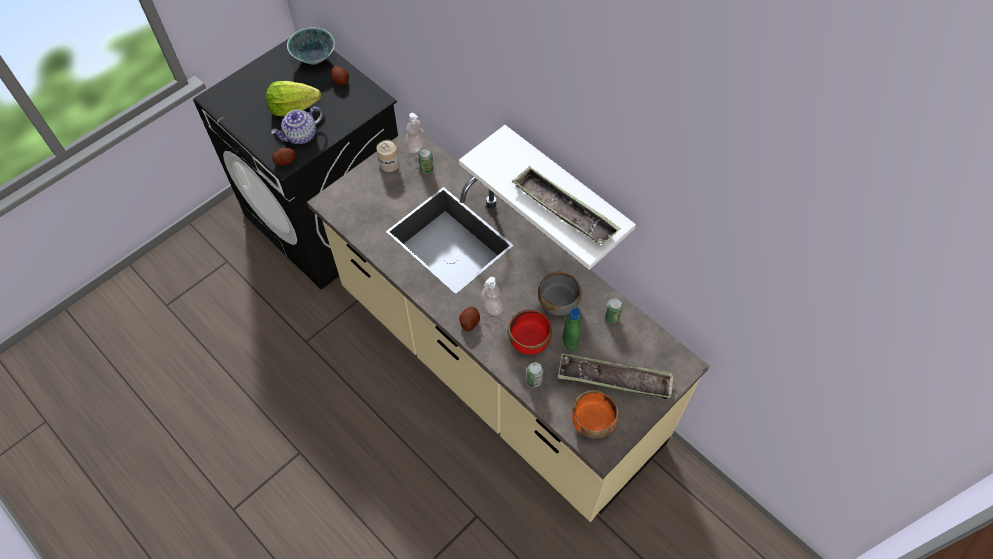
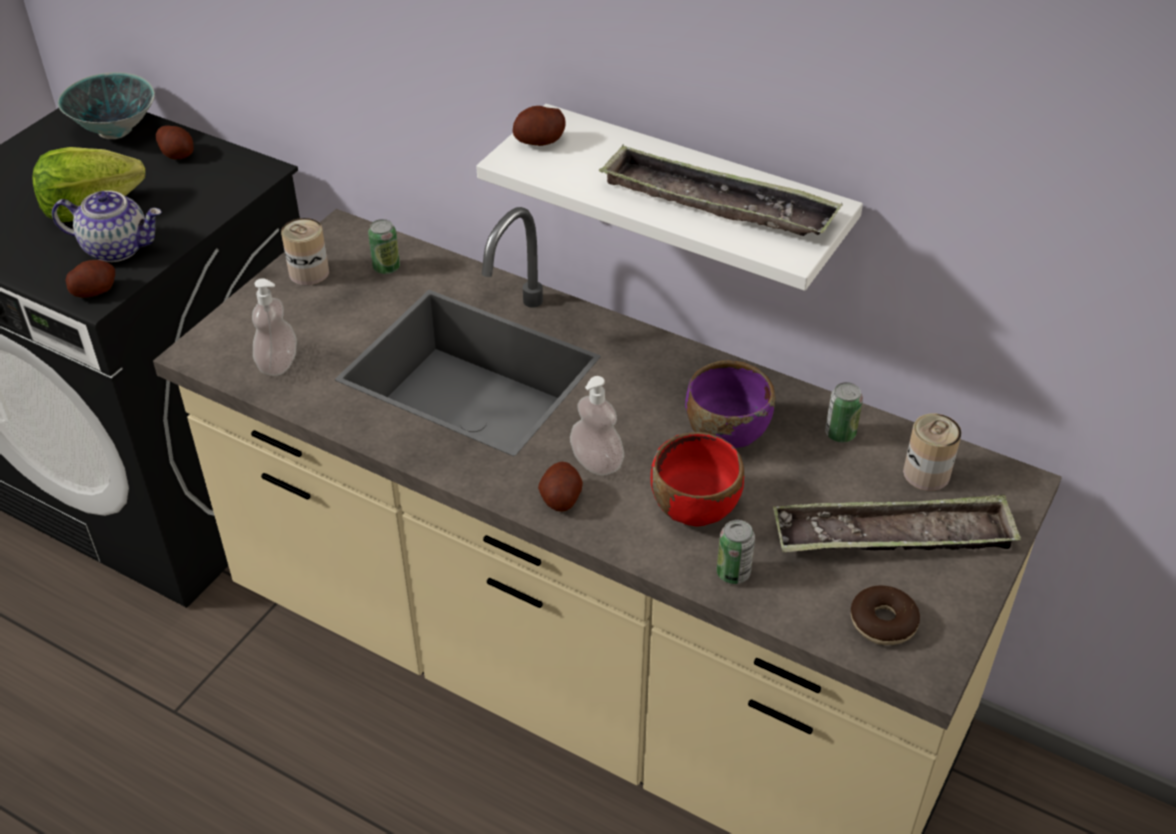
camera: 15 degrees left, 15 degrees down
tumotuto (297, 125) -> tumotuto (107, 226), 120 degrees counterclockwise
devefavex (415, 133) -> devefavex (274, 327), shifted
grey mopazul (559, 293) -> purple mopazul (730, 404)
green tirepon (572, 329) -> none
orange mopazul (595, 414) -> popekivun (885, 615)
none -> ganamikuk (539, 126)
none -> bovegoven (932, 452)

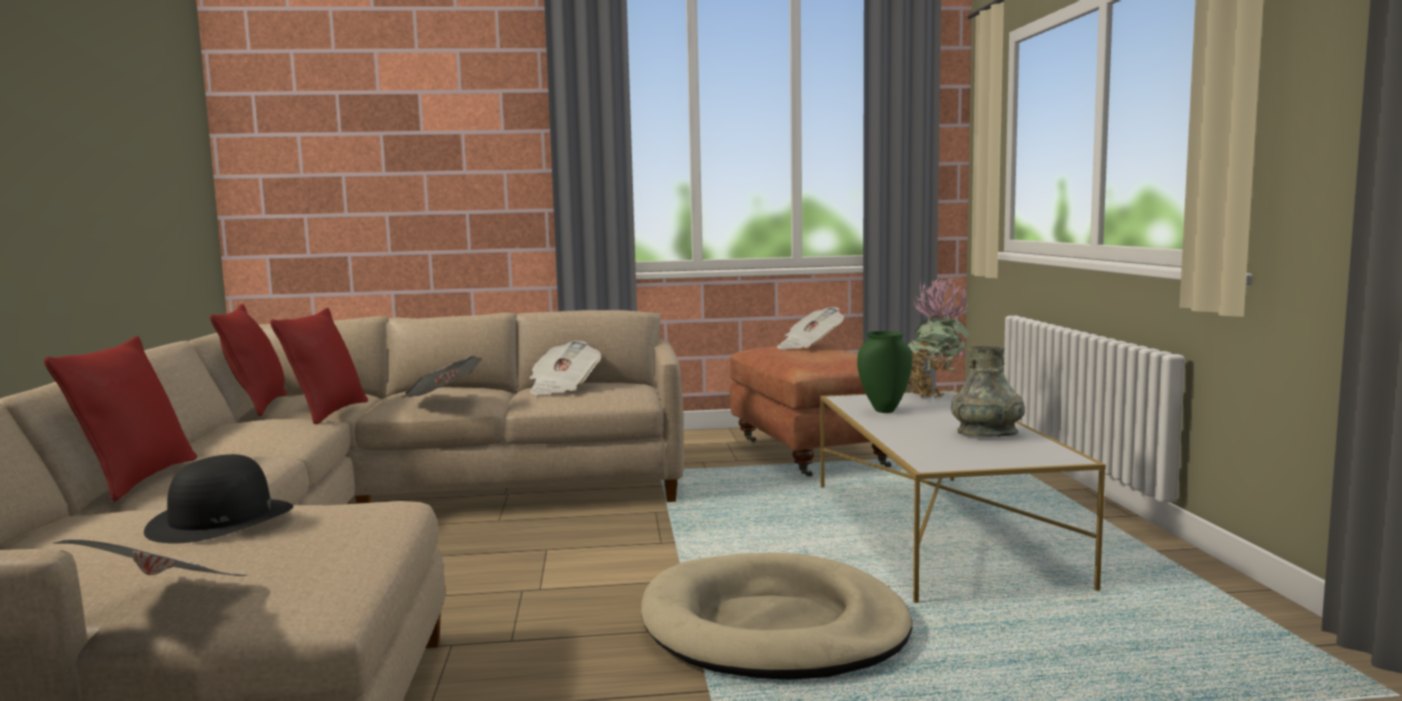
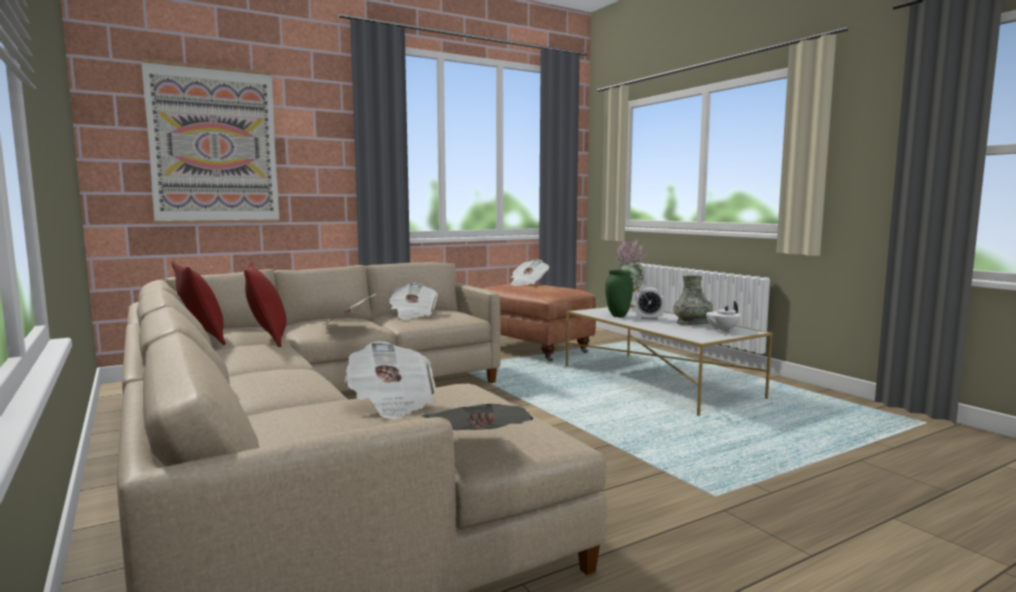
camera: 25 degrees left, 0 degrees up
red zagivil (120, 419) -> none
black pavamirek (218, 498) -> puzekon (390, 380)
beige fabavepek (776, 616) -> none
none -> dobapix (210, 141)
none -> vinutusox (649, 304)
none -> white tumotuto (723, 316)

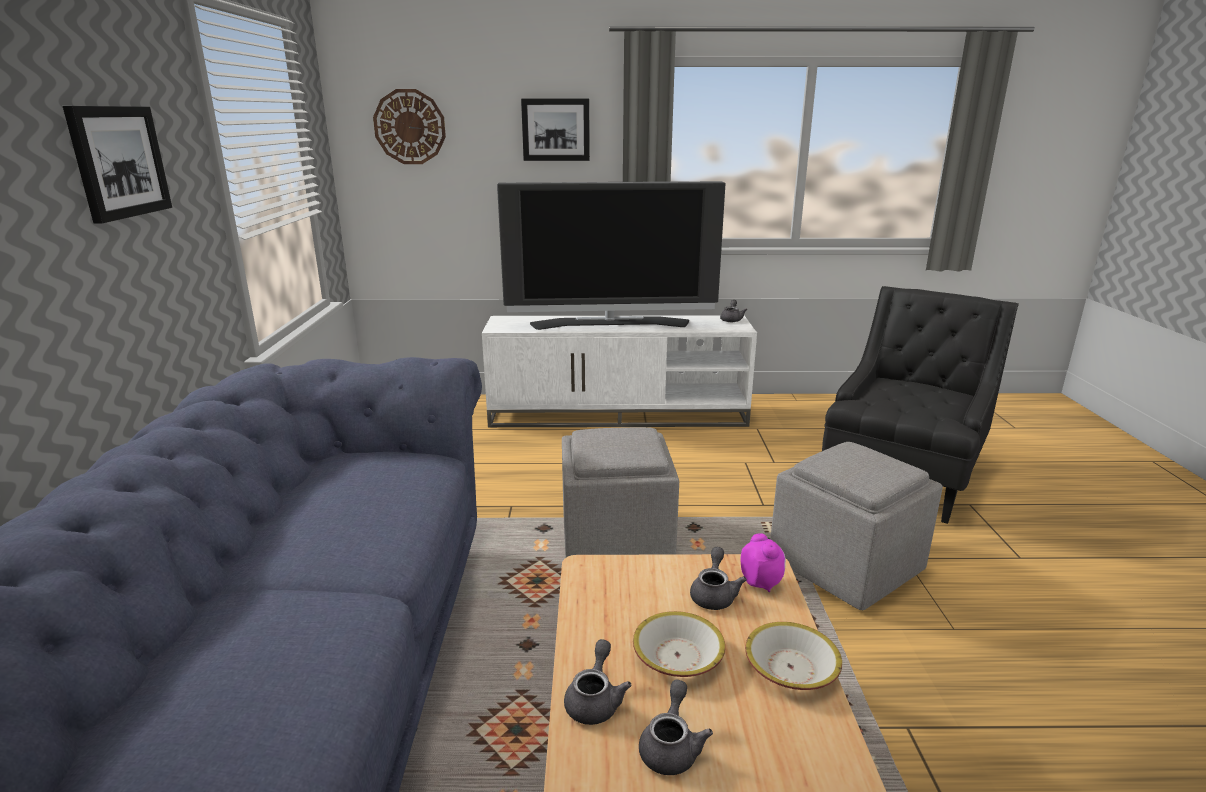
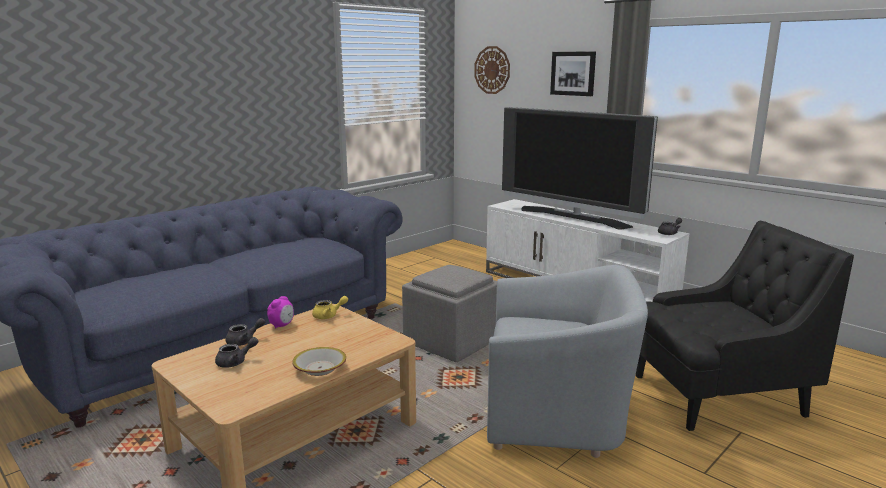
camera: 45 degrees right, 5 degrees down
dobapix (117, 164) -> none
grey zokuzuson (856, 526) -> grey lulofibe (567, 361)
vinutusox (763, 562) -> vinutusox (280, 312), shifted
grey tumotuto (718, 578) -> none
mopazul (679, 644) -> none
none -> yellow tumotuto (330, 307)

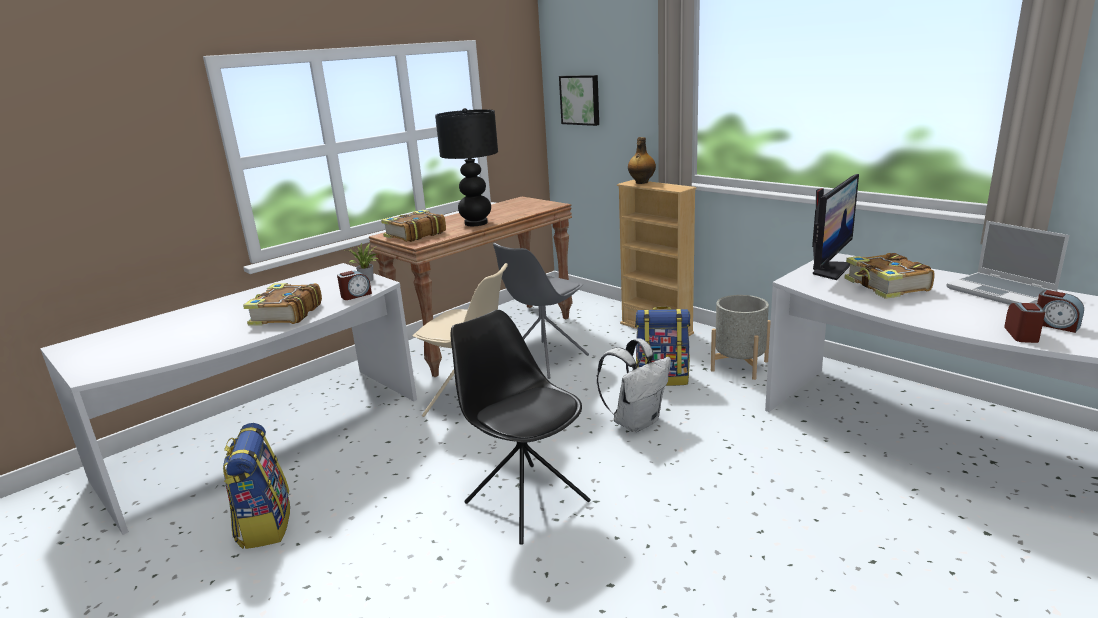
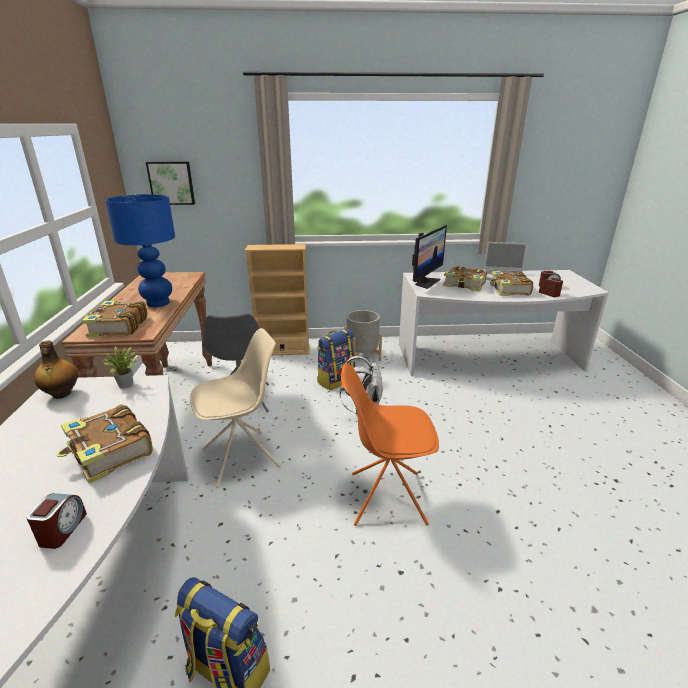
camera: 50 degrees left, 5 degrees up
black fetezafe (466, 167) -> blue fetezafe (140, 250)
tirepon (642, 160) -> tirepon (56, 370), shifted
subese (835, 227) -> subese (429, 257), 45 degrees clockwise
vinutusox (354, 285) -> vinutusox (57, 521), shifted
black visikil (521, 427) -> orange visikil (390, 444)
none -> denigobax (511, 283)

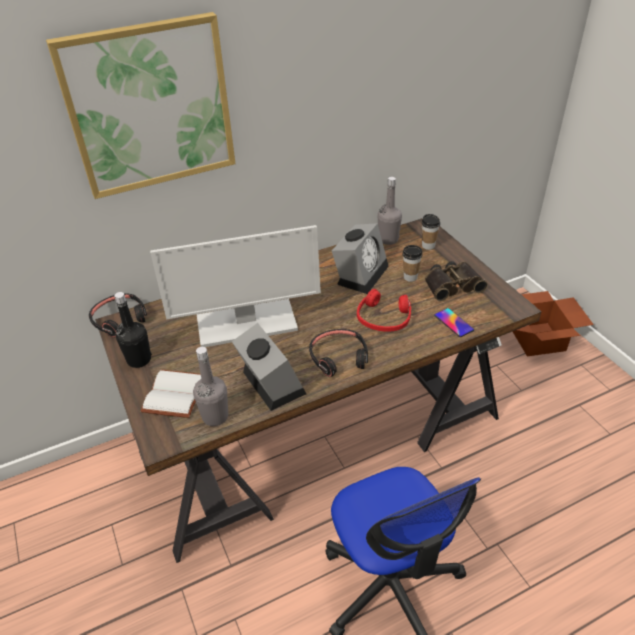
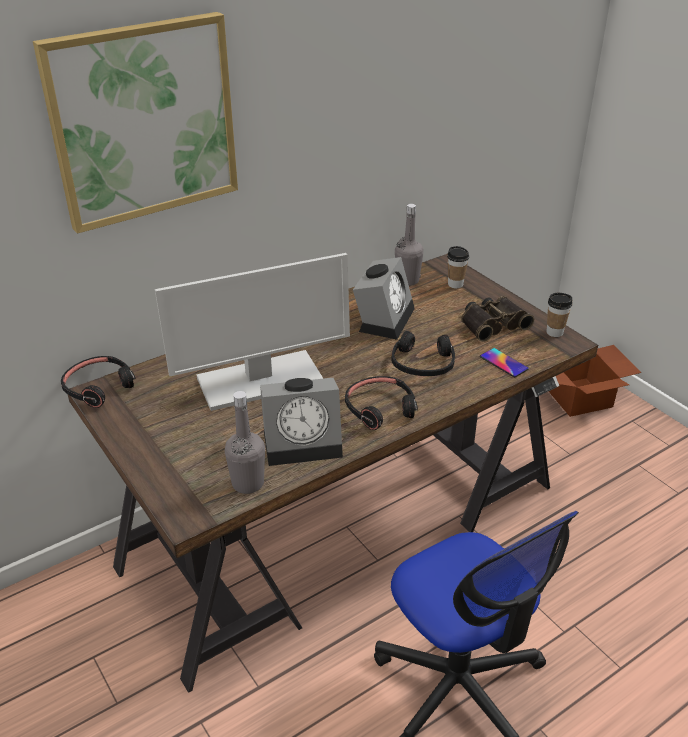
camera: 10 degrees left, 5 degrees down
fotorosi (413, 263) -> fotorosi (560, 315), shifted
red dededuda (384, 310) -> black dededuda (423, 353)
black tirepon (133, 330) -> none
vinutusox (269, 367) -> vinutusox (301, 422), 120 degrees clockwise
white denigobax (170, 394) -> none

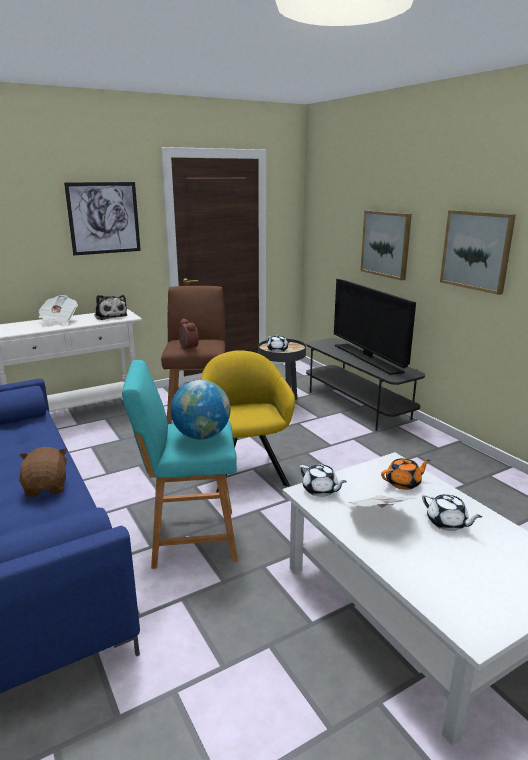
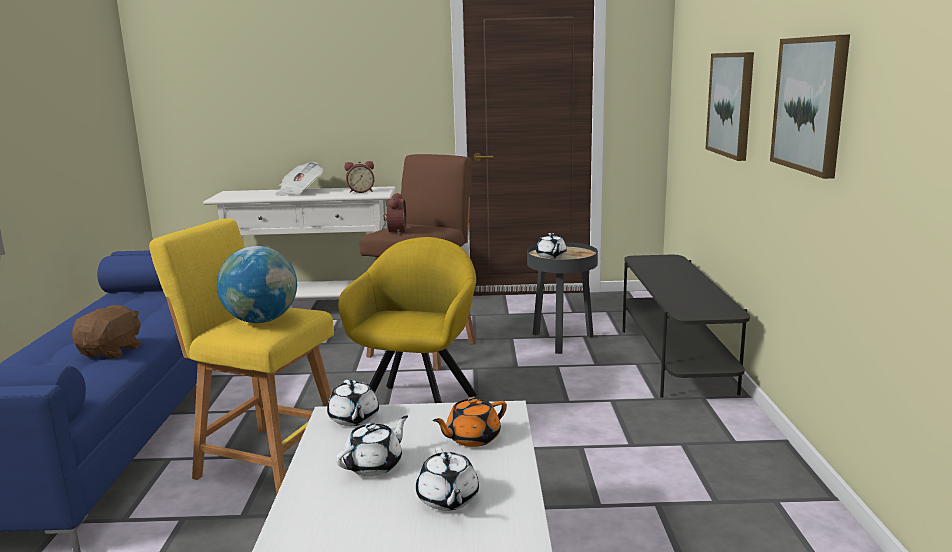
camera: 30 degrees right, 5 degrees down
dobapix (102, 218) -> none
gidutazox (375, 327) -> none
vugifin (110, 307) -> vinutusox (359, 177)
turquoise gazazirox (180, 464) -> yellow gazazirox (241, 356)
orange tumotuto (406, 474) -> orange tumotuto (469, 422), 135 degrees clockwise
puzekon (384, 501) -> white tumotuto (372, 446)

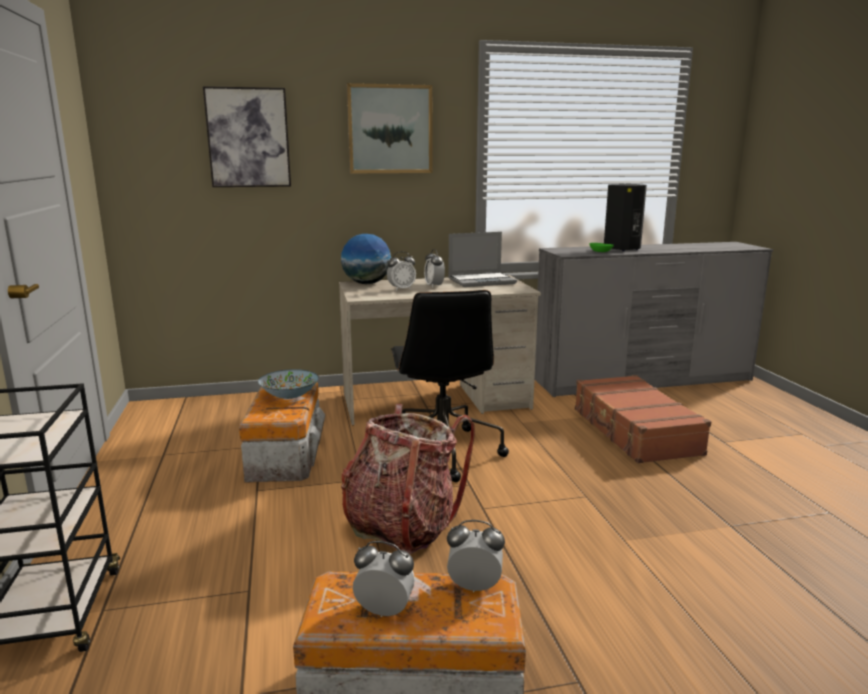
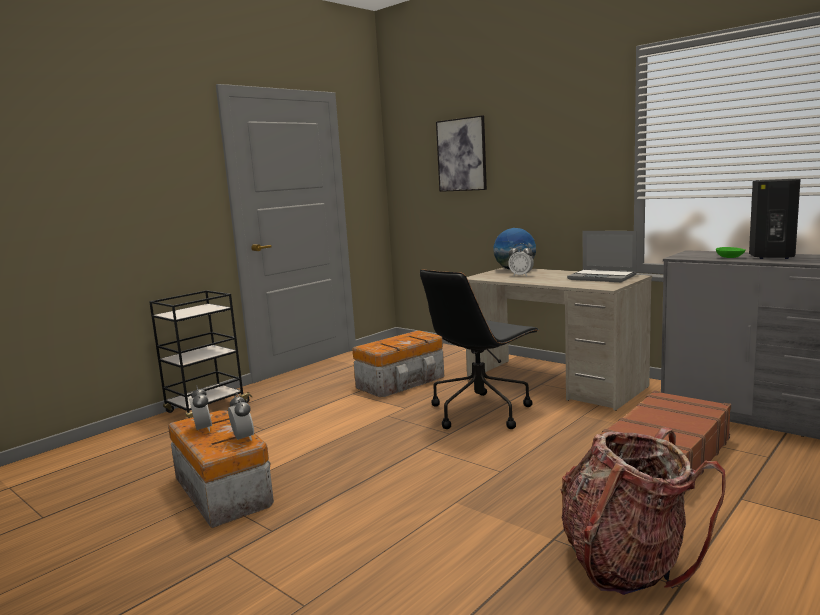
camera: 55 degrees right, 5 degrees down
dobapix (389, 128) -> none
vinutusox (434, 268) -> none
mopazul (288, 384) -> none
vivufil (408, 479) -> vivufil (643, 511), shifted

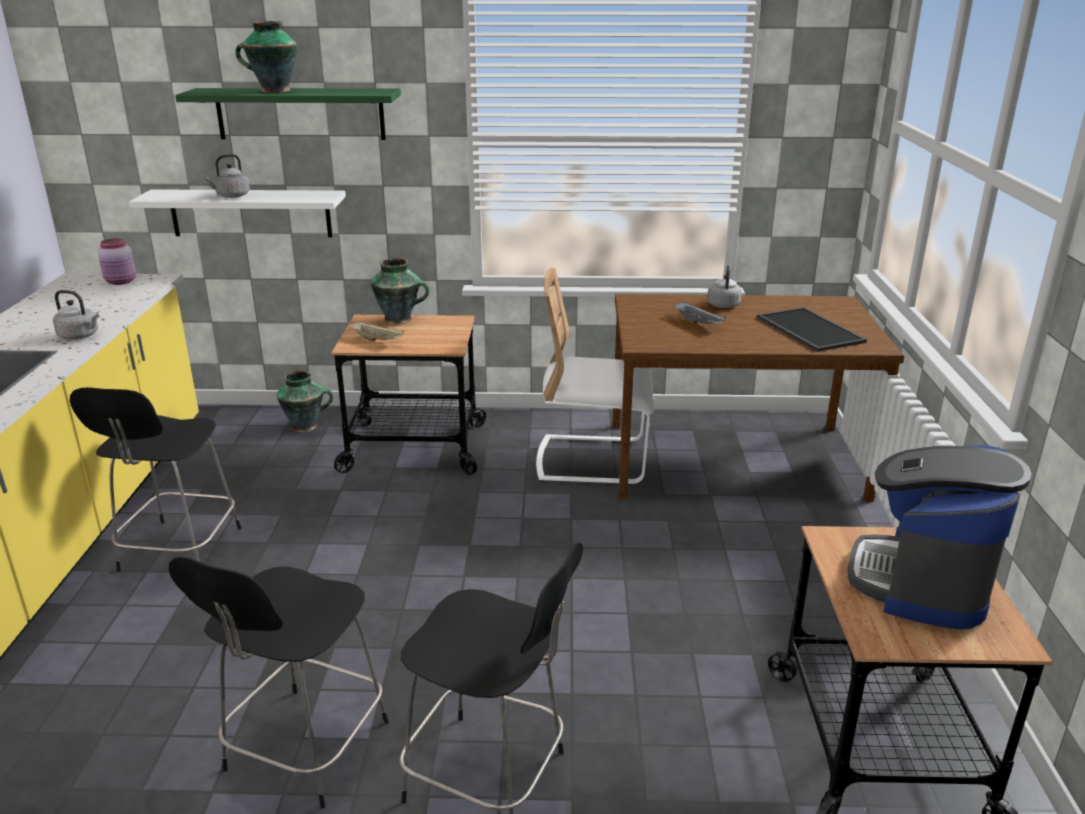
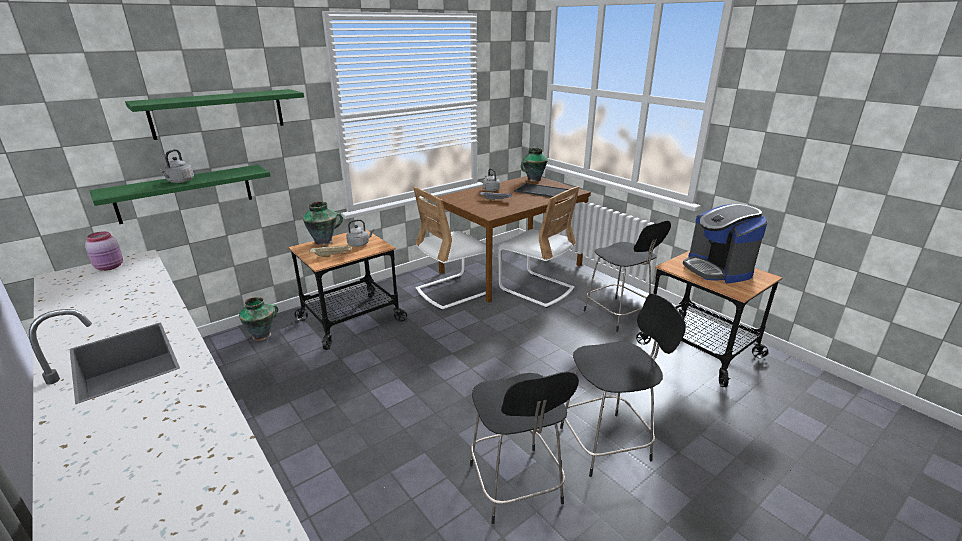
camera: 40 degrees left, 0 degrees up
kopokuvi (266, 57) -> kopokuvi (534, 165), shifted
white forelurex (237, 213) -> green forelurex (180, 194)
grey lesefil (76, 315) -> grey lesefil (360, 233), shifted
black gazazirox (155, 479) -> black gazazirox (627, 276), shifted
none -> white visikil (539, 247)

